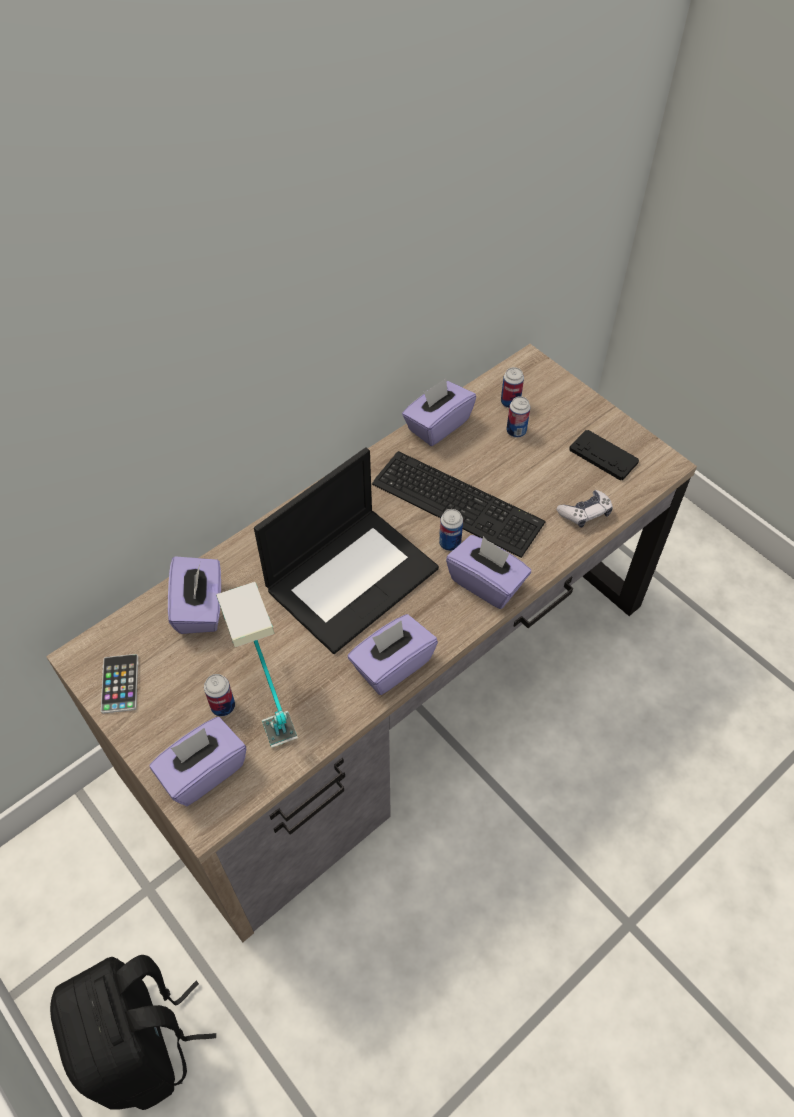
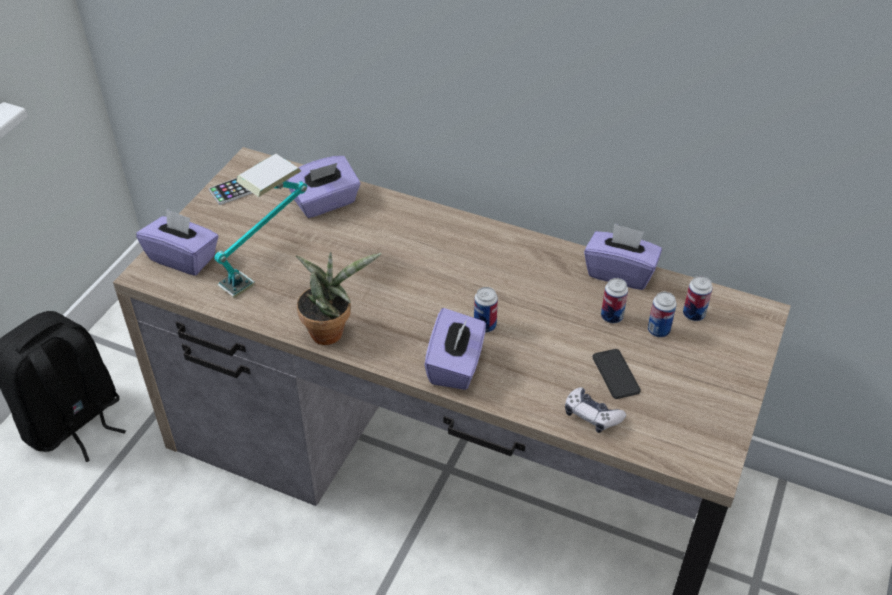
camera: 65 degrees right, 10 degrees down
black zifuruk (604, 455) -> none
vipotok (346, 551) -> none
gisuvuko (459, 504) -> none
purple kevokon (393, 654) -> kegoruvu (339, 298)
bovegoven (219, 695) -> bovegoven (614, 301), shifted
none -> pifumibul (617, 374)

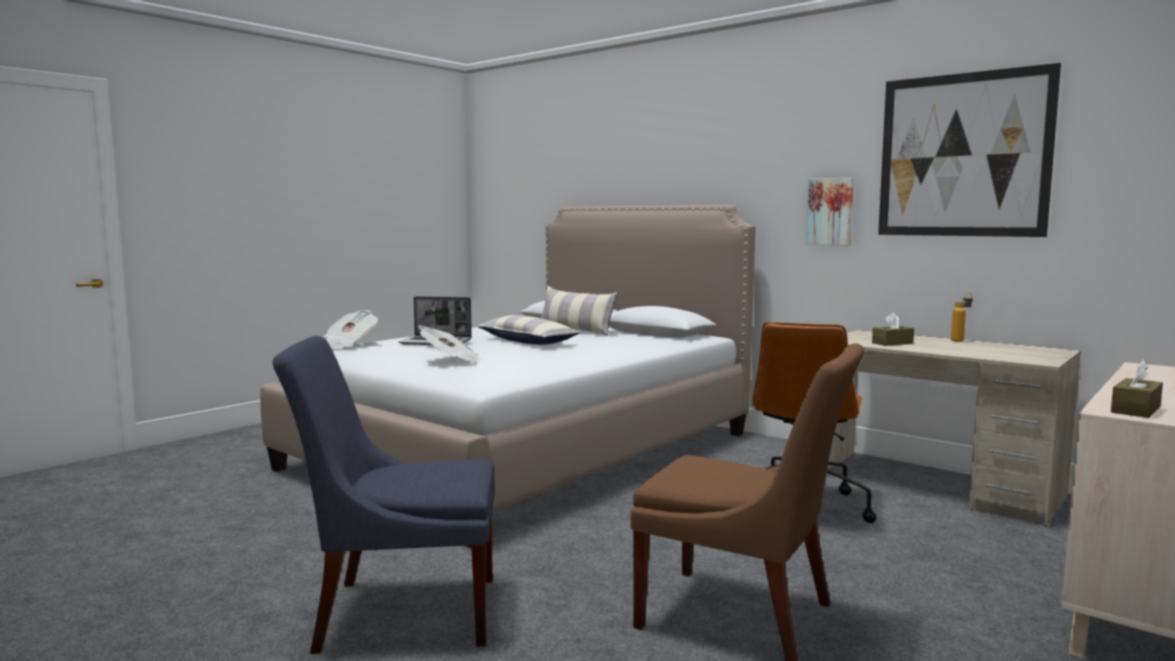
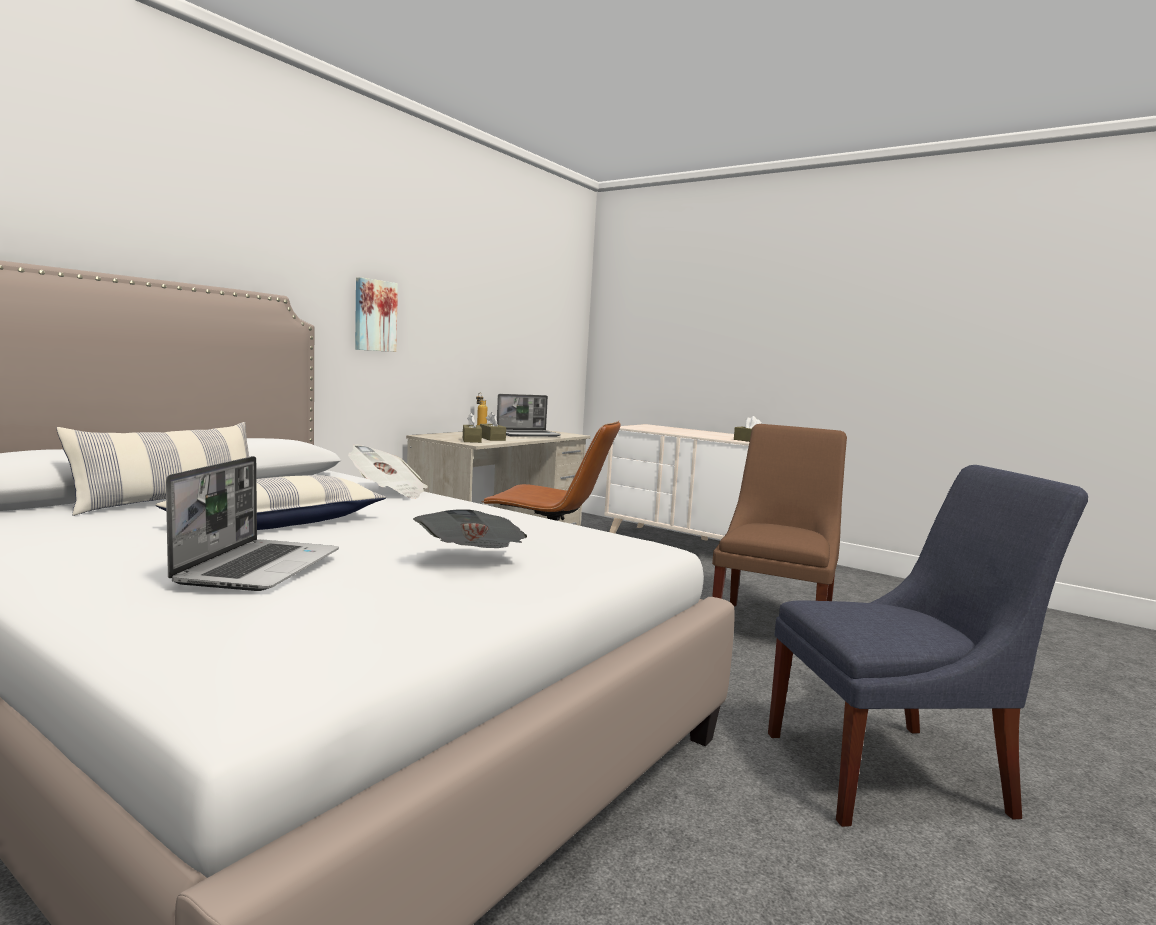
camera: 95 degrees left, 0 degrees up
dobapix (969, 150) -> none
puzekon (350, 329) -> puzekon (388, 471), shifted
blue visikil (384, 495) -> blue visikil (928, 646), 90 degrees counterclockwise
none -> vipotok (529, 415)
none -> brown kevokon (472, 428)

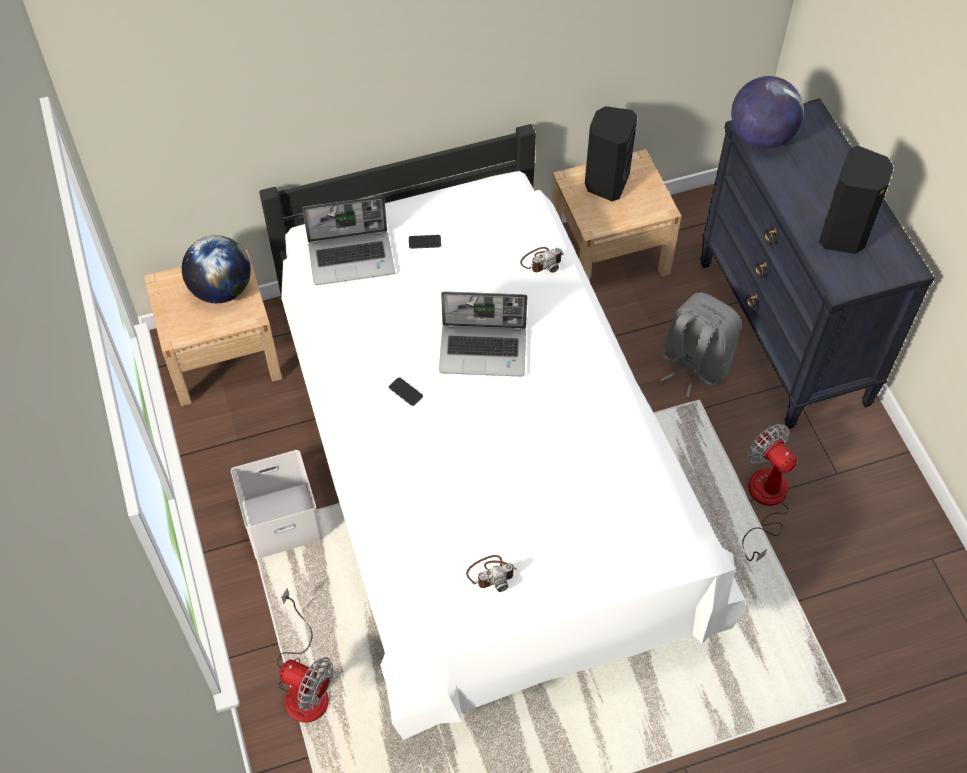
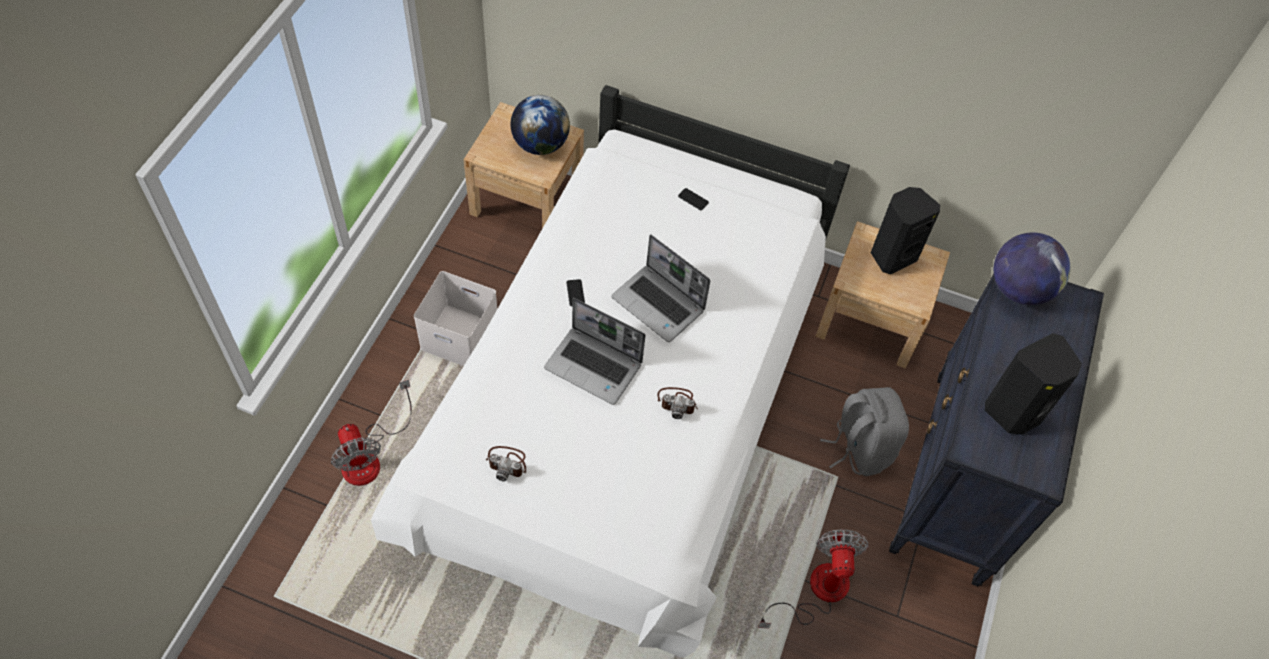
camera: 35 degrees right, 0 degrees up
vipotok (348, 240) -> vipotok (595, 351), shifted
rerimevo (541, 260) -> rerimevo (677, 403), shifted

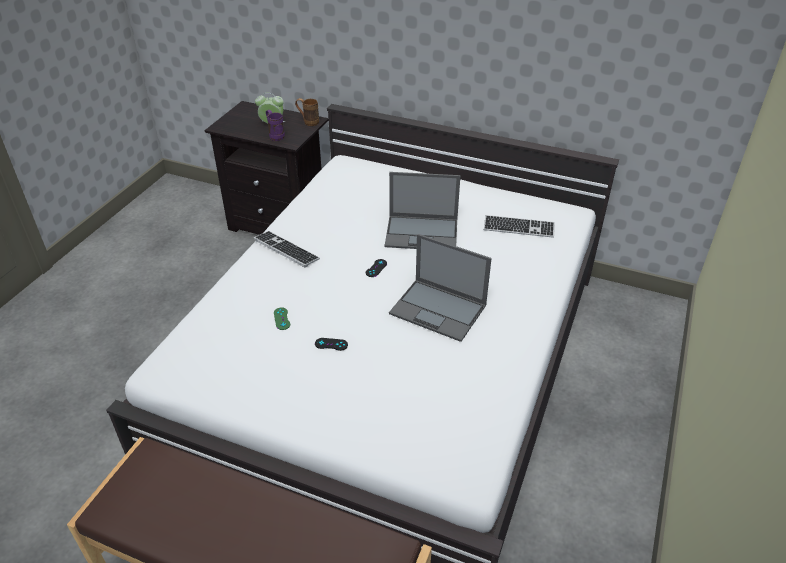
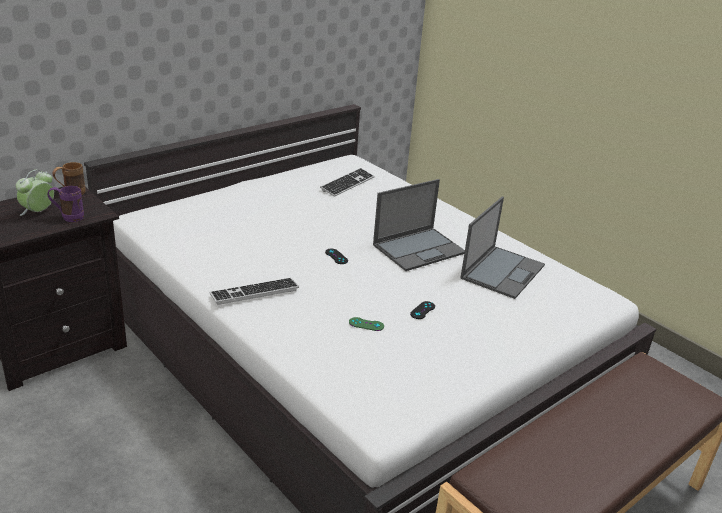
camera: 65 degrees left, 10 degrees down
vipotok (423, 210) -> vipotok (502, 248), shifted

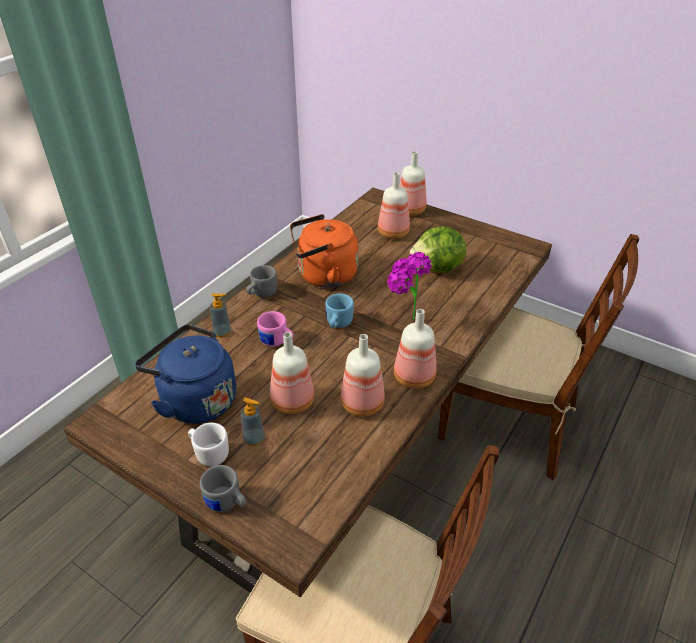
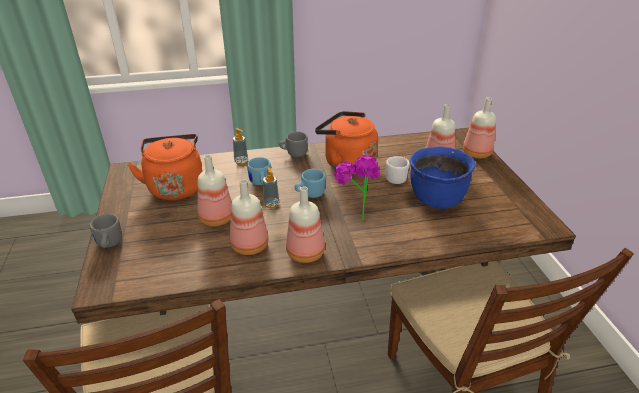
camera: 45 degrees right, 5 degrees down
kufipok (438, 249) -> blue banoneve (443, 177)
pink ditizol (275, 329) -> blue ditizol (259, 171)
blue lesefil (185, 374) -> orange lesefil (165, 167)
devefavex (253, 422) -> devefavex (271, 187), shifted
white ditizol (208, 444) -> white ditizol (398, 170), shifted

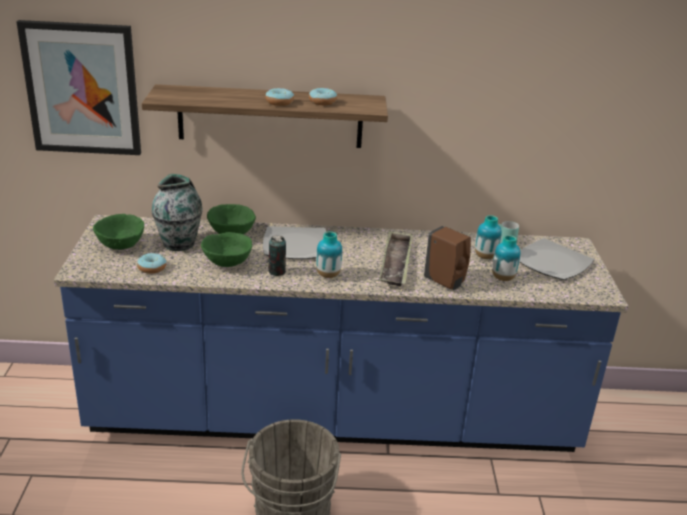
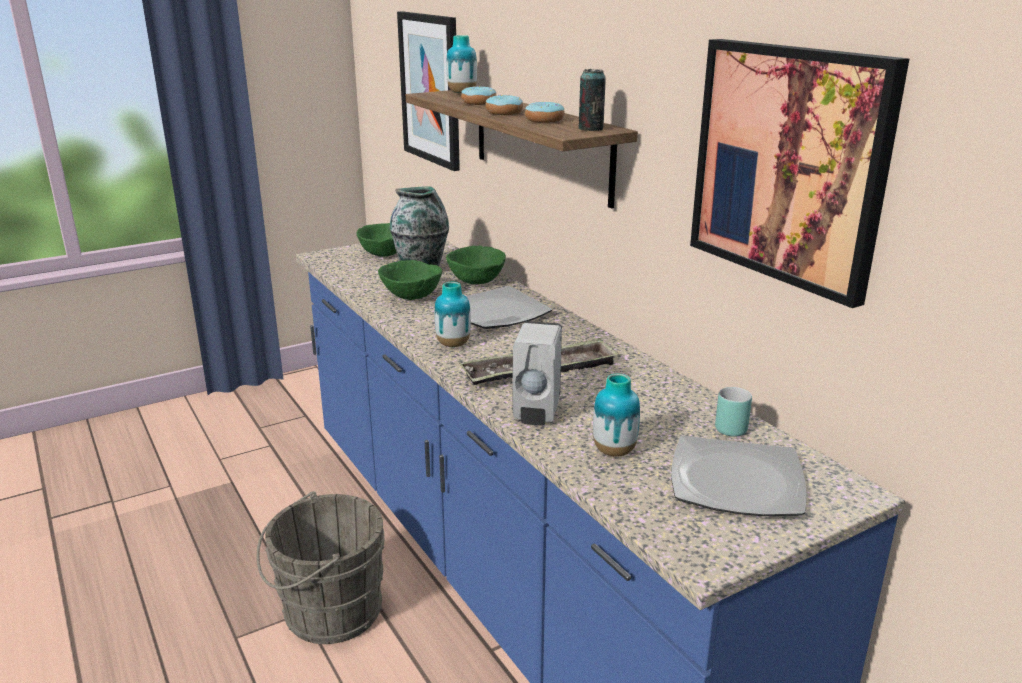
camera: 60 degrees right, 5 degrees down
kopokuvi (488, 237) -> kopokuvi (462, 64), shifted
brown devefavex (447, 258) -> white devefavex (537, 373)
bovegoven (277, 256) -> bovegoven (592, 100), shifted
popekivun (151, 263) -> popekivun (479, 95), shifted
none -> dobapix (800, 173)

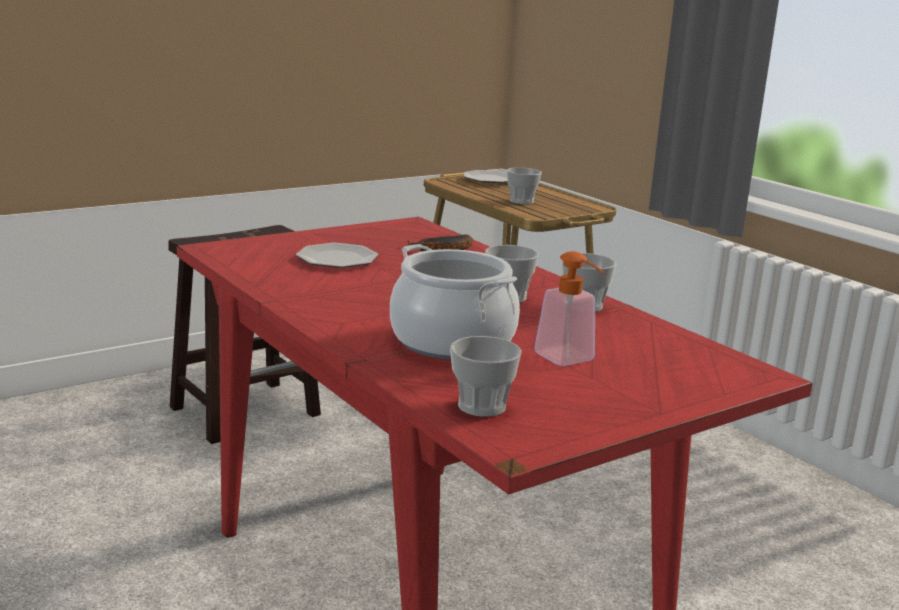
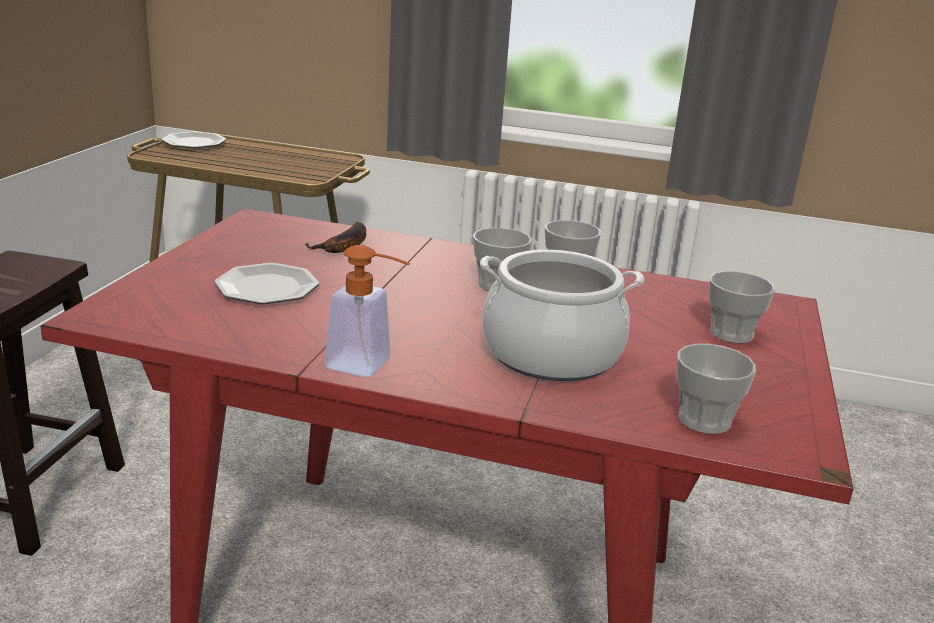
camera: 40 degrees left, 5 degrees up
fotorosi (524, 185) -> fotorosi (742, 307), shifted
devefavex (569, 308) -> devefavex (367, 311), shifted

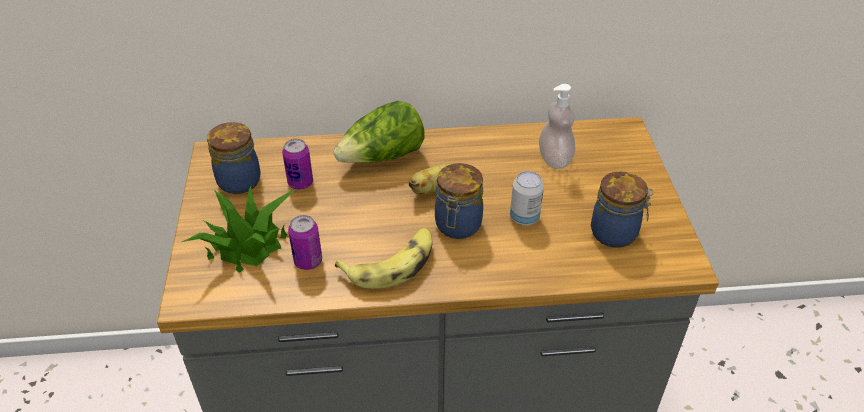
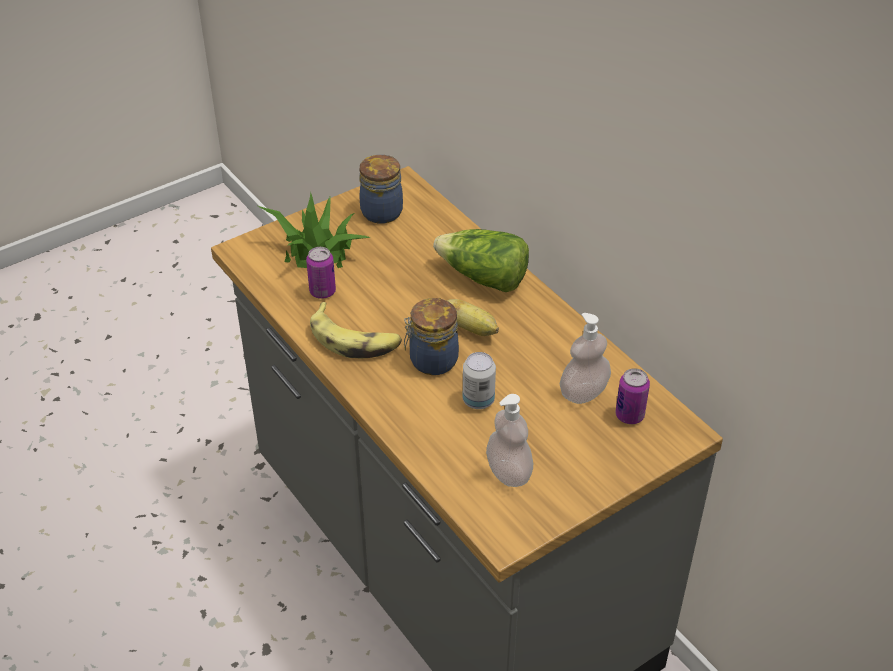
camera: 60 degrees right, 0 degrees up
bovegoven (297, 164) -> bovegoven (632, 396), shifted
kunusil (622, 209) -> devefavex (509, 440)

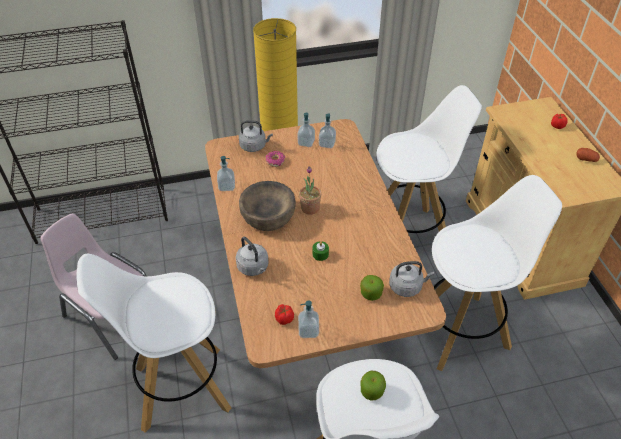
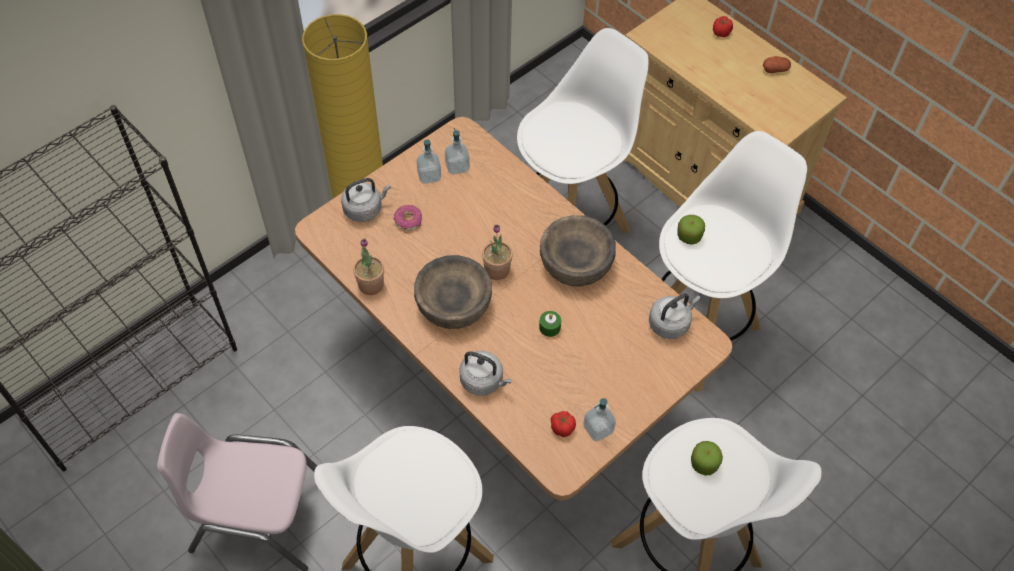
camera: 30 degrees left, 10 degrees up
devefavex (226, 173) -> kegoruvu (368, 266)
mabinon (372, 288) -> mabinon (691, 229), shifted
none -> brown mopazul (578, 251)

